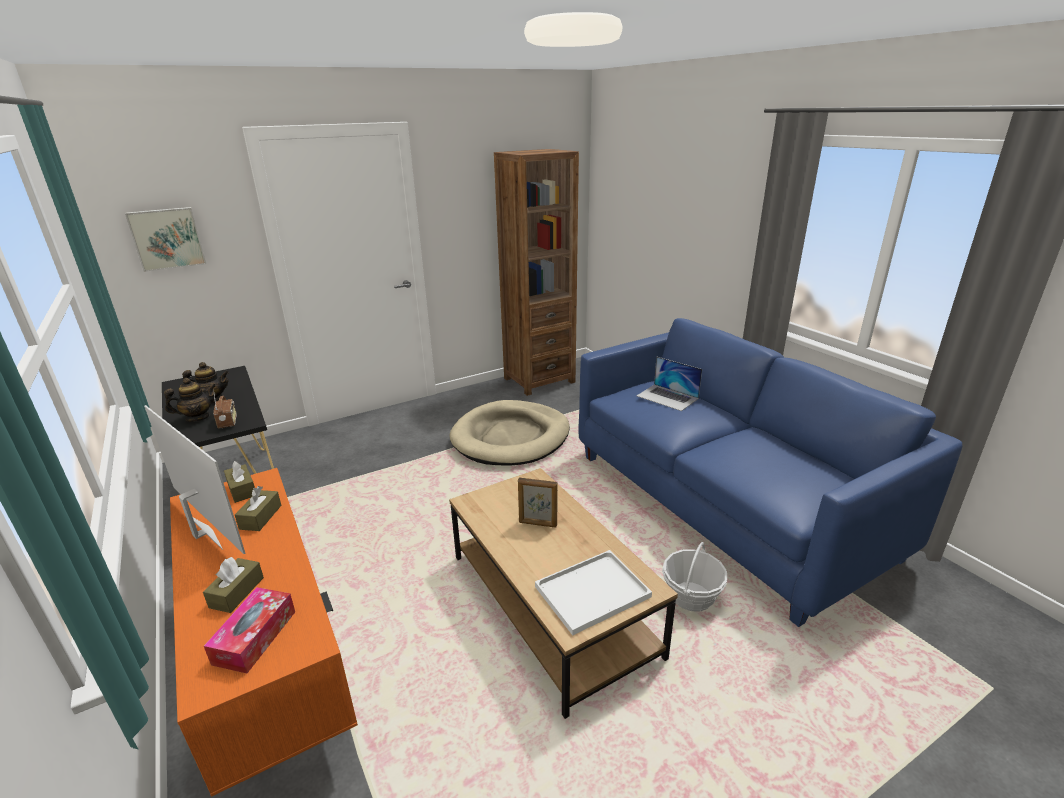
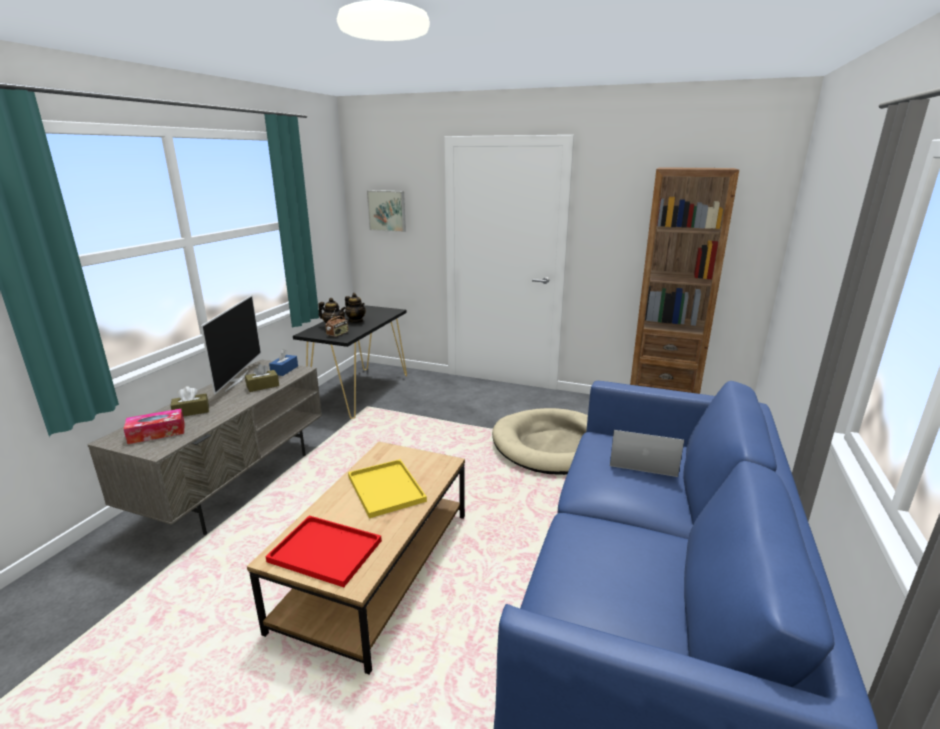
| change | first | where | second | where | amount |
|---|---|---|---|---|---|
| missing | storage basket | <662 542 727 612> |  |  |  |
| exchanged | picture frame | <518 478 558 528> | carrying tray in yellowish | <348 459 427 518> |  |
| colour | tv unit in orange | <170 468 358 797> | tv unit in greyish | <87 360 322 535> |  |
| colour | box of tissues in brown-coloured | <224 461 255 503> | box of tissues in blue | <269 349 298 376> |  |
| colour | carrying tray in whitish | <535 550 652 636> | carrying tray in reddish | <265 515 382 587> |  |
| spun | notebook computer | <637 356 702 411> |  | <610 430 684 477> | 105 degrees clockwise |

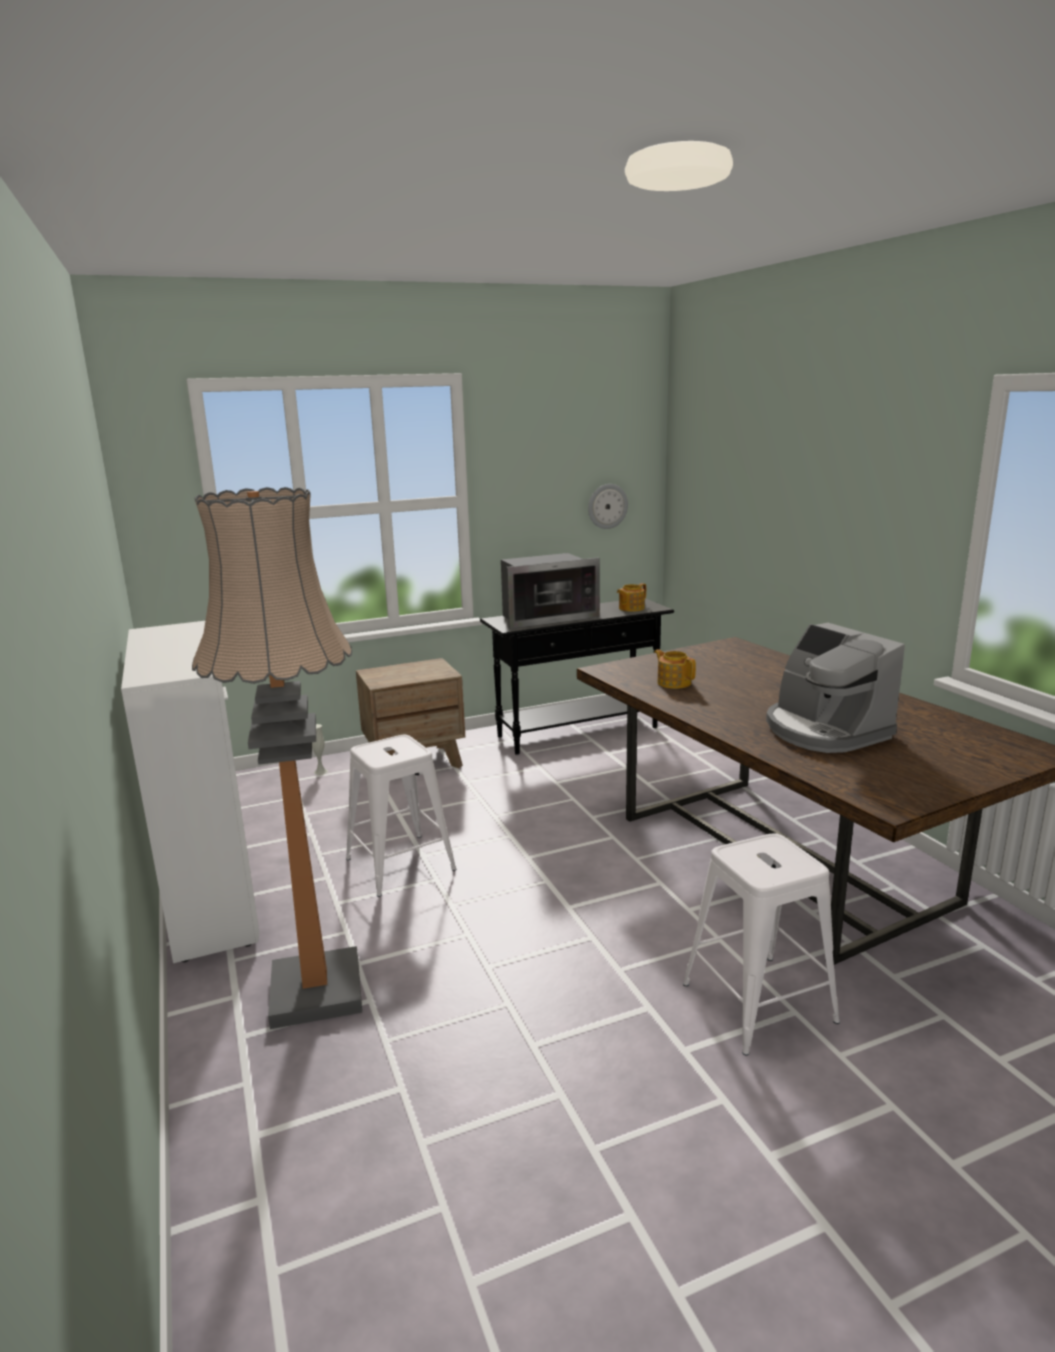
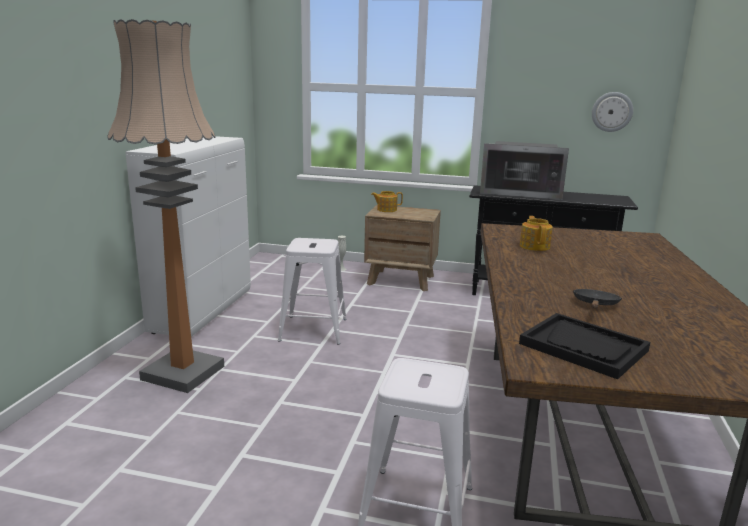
| change | first | where | second | where | amount |
|---|---|---|---|---|---|
| appeared |  |  | carrying tray in black | <519 313 650 379> |  |
| relocated | tea pot | <617 583 646 612> |  | <371 191 403 212> |  |
| exchanged | coffee machine | <766 623 905 753> | frying pan in black | <573 289 622 308> |  |

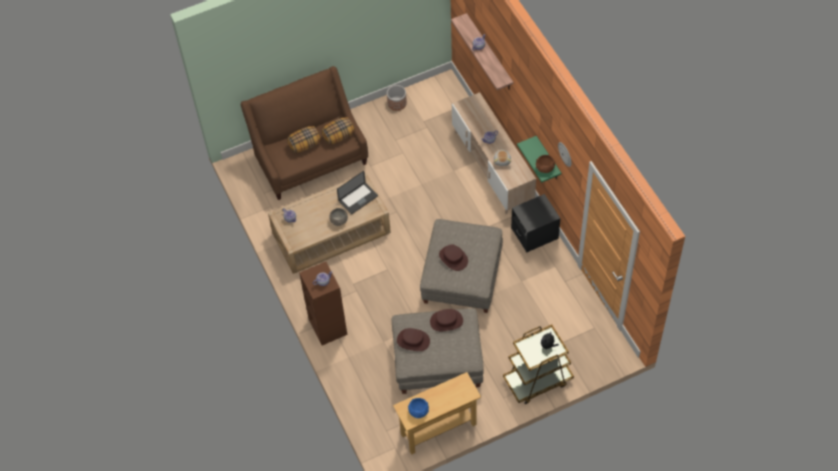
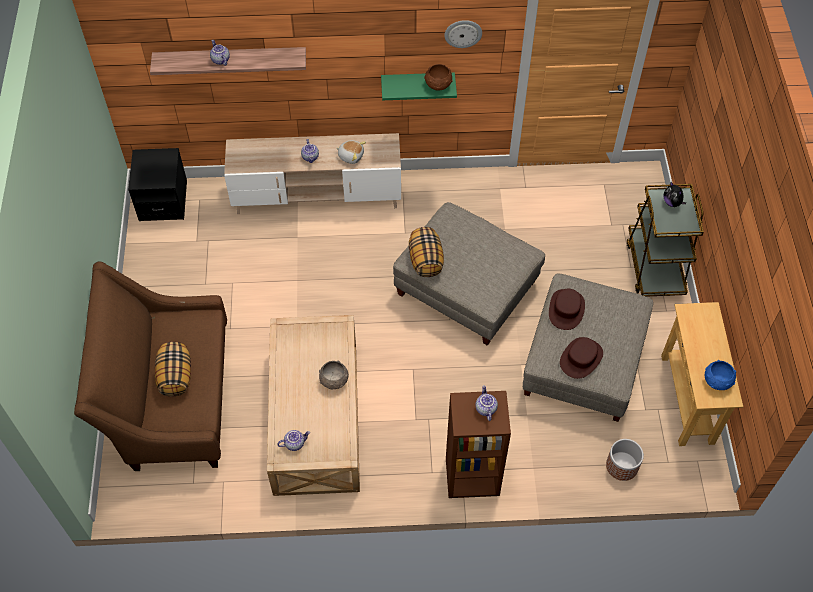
| change | first | where | second | where | amount |
|---|---|---|---|---|---|
| missing | notebook computer | <337 171 378 214> |  |  |  |
| missing | hat in brown-coloured | <439 244 468 271> |  |  |  |
| relocated | throw pillow | <321 117 355 144> |  | <409 227 444 277> |  |
| relocated | plant pot | <387 85 407 111> |  | <606 439 644 481> |  |
| relocated | night table in black | <511 194 561 253> |  | <128 148 187 221> |  |

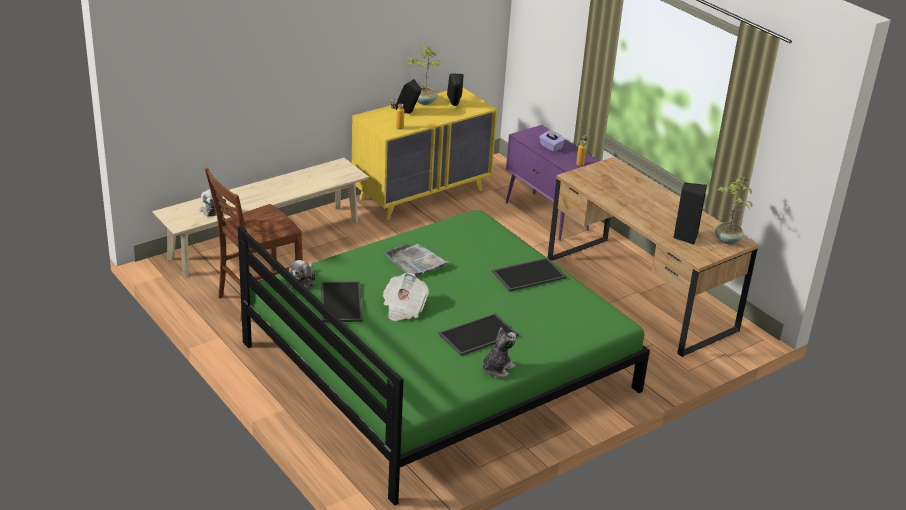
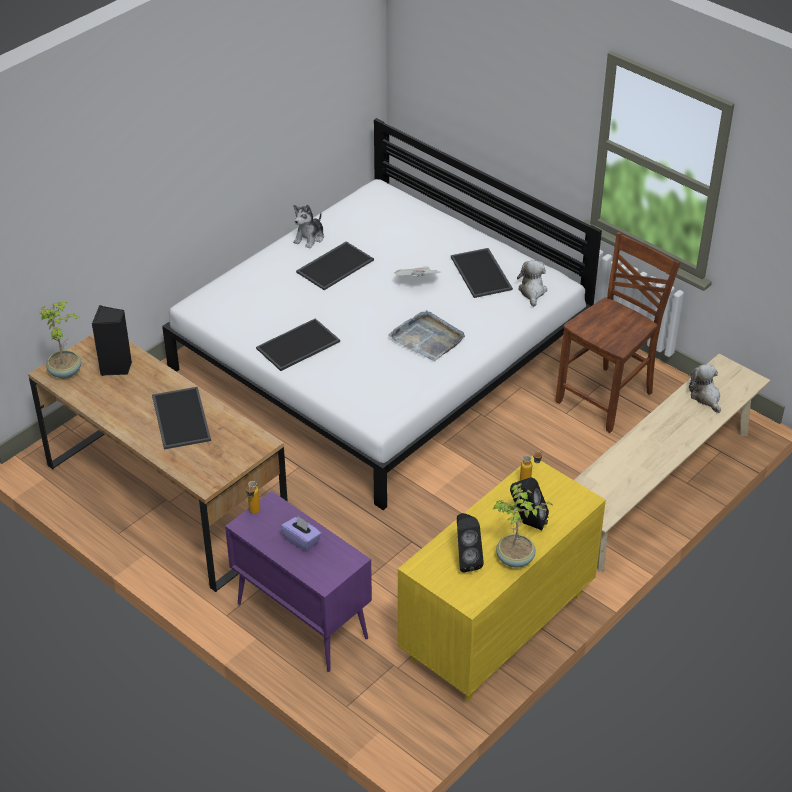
| change | first | where | second | where | amount |
|---|---|---|---|---|---|
| appeared |  |  | carrying tray | <152 387 211 450> |  |
| colour | bed in green | <238 210 650 506> | bed in whitish | <162 118 602 510> |  |

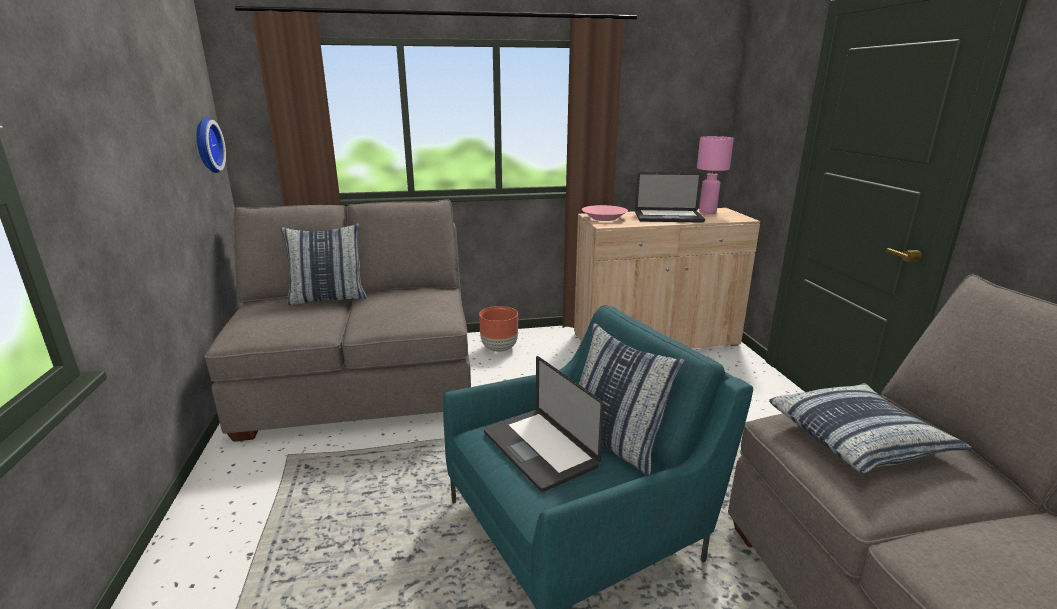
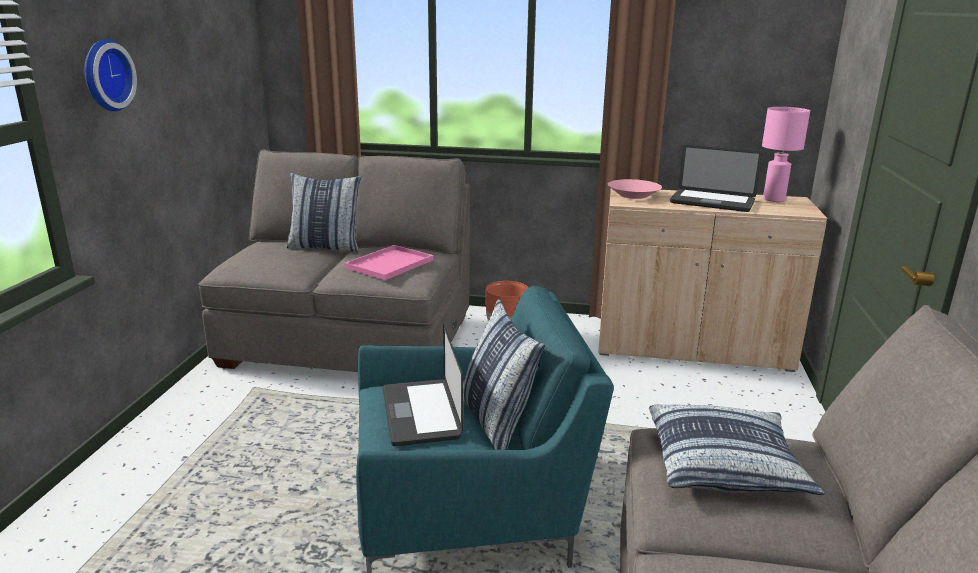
| change | first | where | second | where | amount |
|---|---|---|---|---|---|
| appeared |  |  | carrying tray in pink | <344 245 434 280> |  |
| relocated | wall clock | <197 117 226 173> |  | <84 39 137 111> |  |

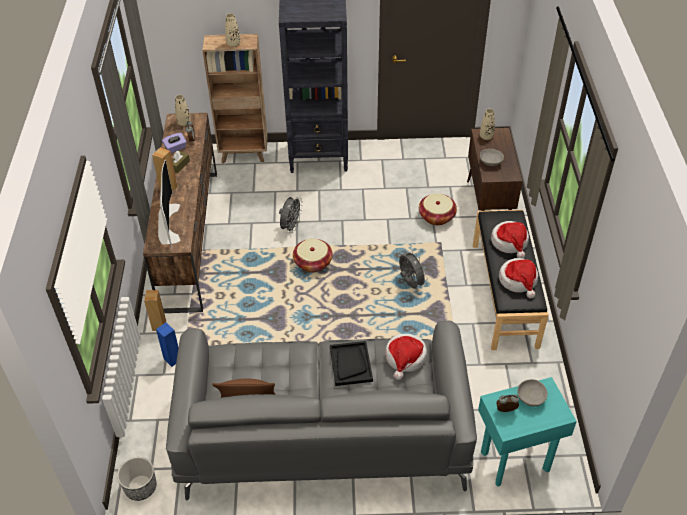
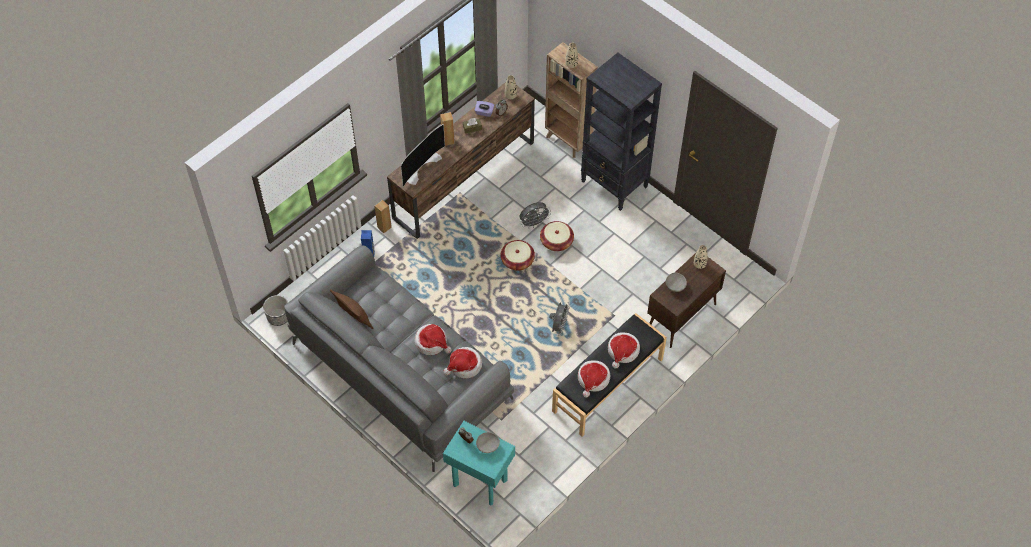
| change | first | where | second | where | amount |
|---|---|---|---|---|---|
| relocated | storage basket | <419 194 457 225> |  | <540 221 574 251> |  |
| exchanged | carrying tray in black | <330 341 373 386> | hat | <414 324 452 355> |  |

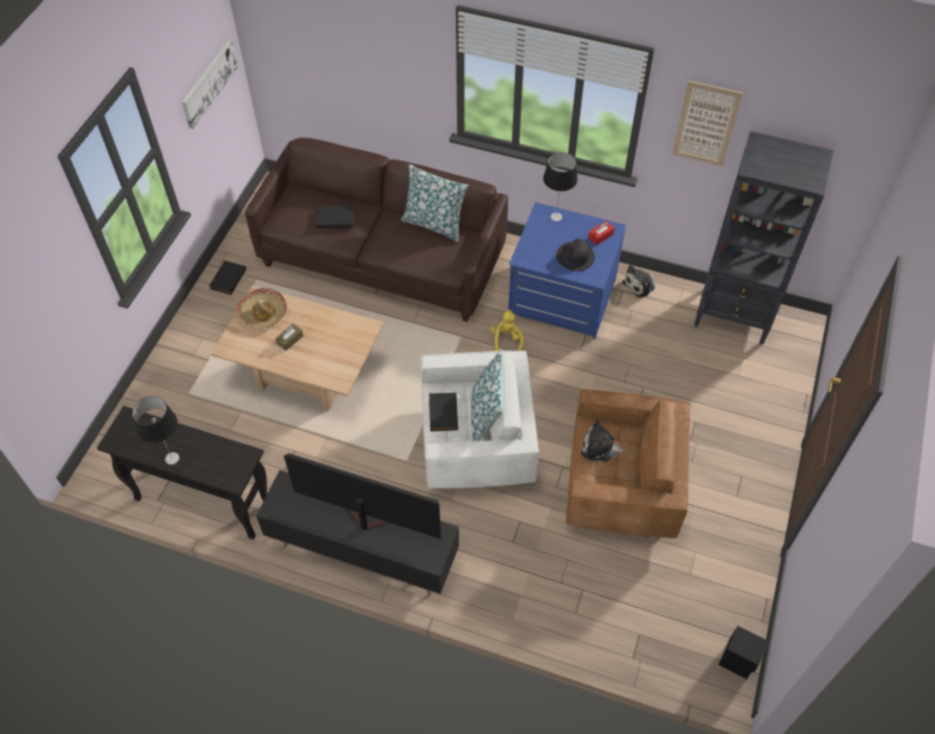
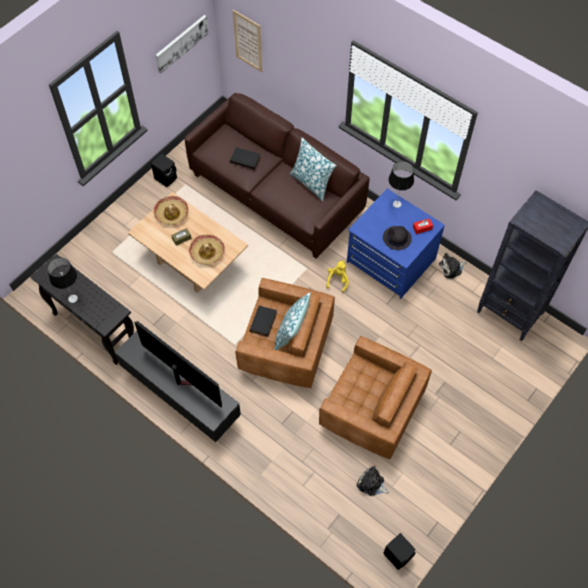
| change | first | where | second | where | amount |
|---|---|---|---|---|---|
| appeared |  |  | hat | <189 235 225 265> |  |
| relocated | plush toy | <581 419 626 462> |  | <357 466 389 496> |  |
| relocated | wall art | <672 81 743 166> |  | <233 10 262 72> |  |
| exchanged | bound book in black | <209 261 246 295> | audio speaker in black | <151 153 177 187> |  |
| colour | armchair in whitish | <421 351 539 488> | armchair in brown-coloured | <235 278 335 388> |  |

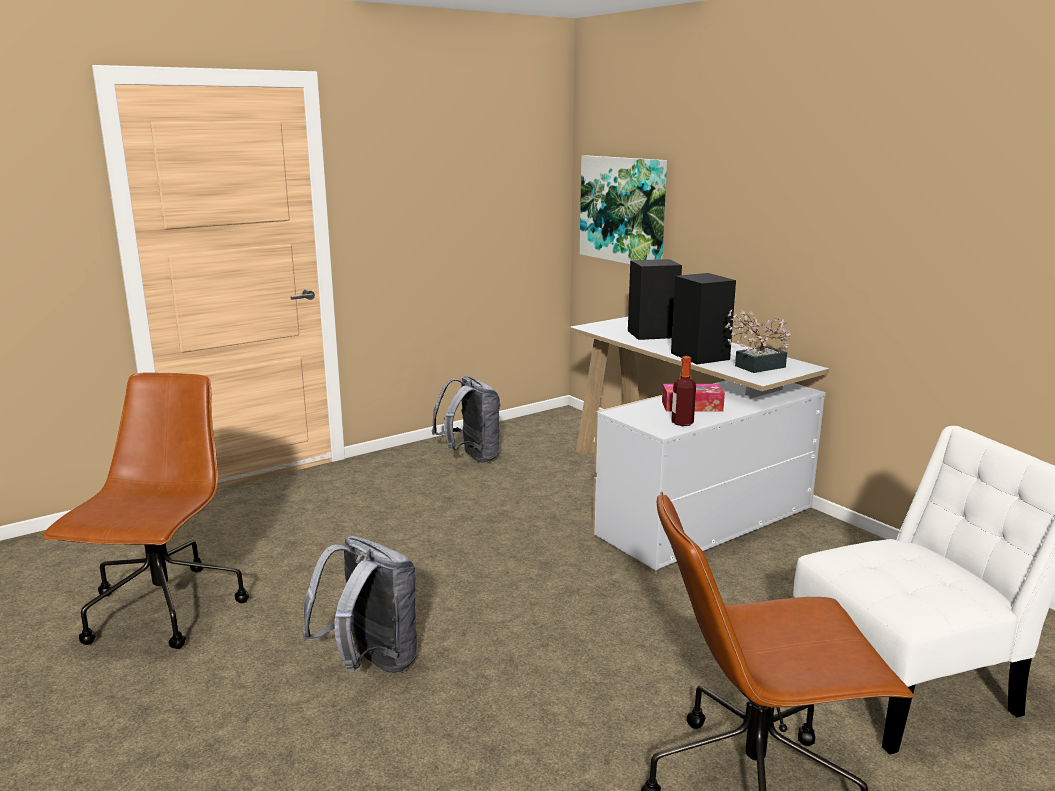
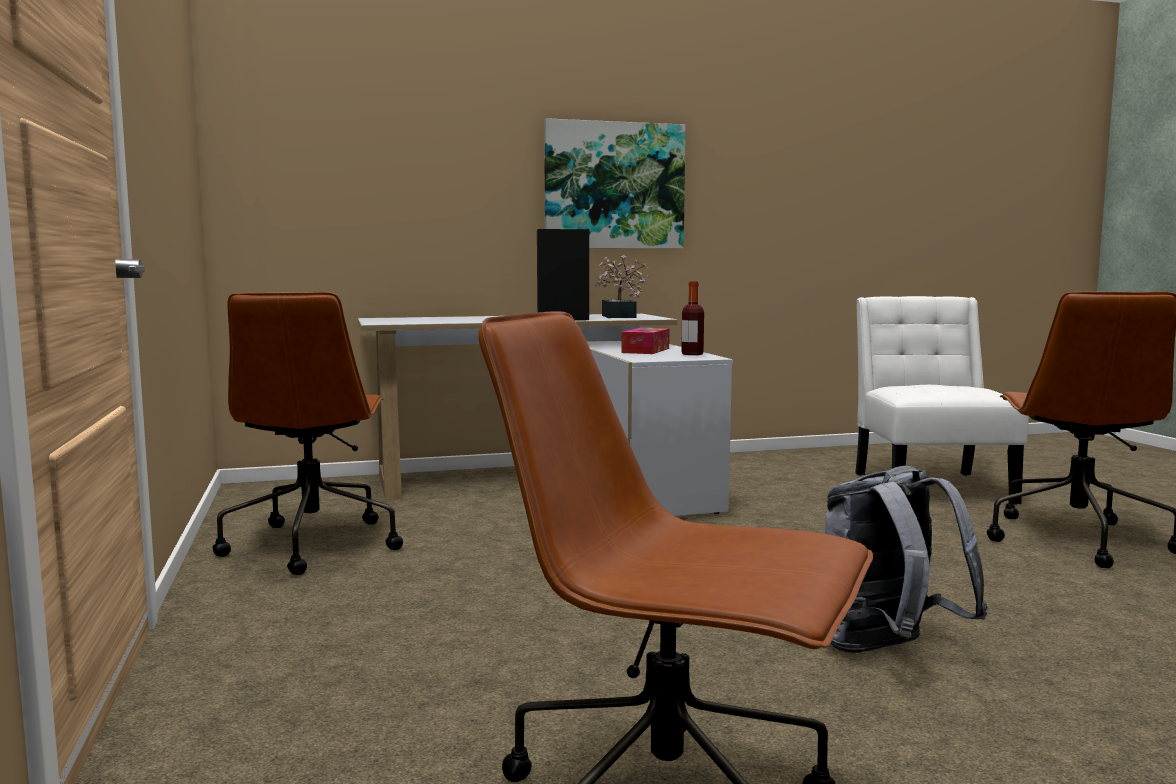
| change | first | where | second | where | amount |
|---|---|---|---|---|---|
| missing | audio speaker in black | <628 259 682 340> |  |  |  |
| relocated | wall art | <580 155 667 264> |  | <544 118 685 249> |  |
| exchanged | rucksack in greyish | <432 376 501 463> | office chair in brown-coloured | <212 292 403 575> |  |

